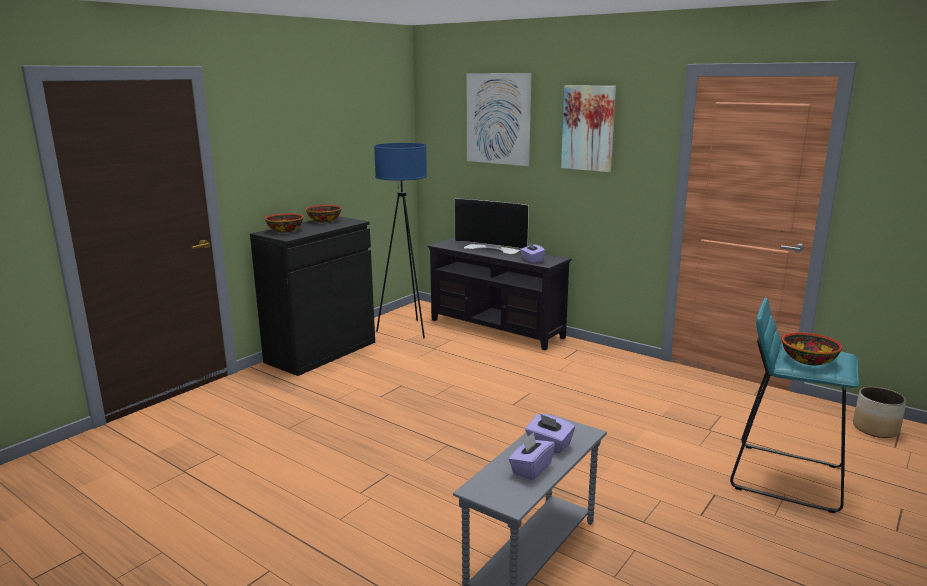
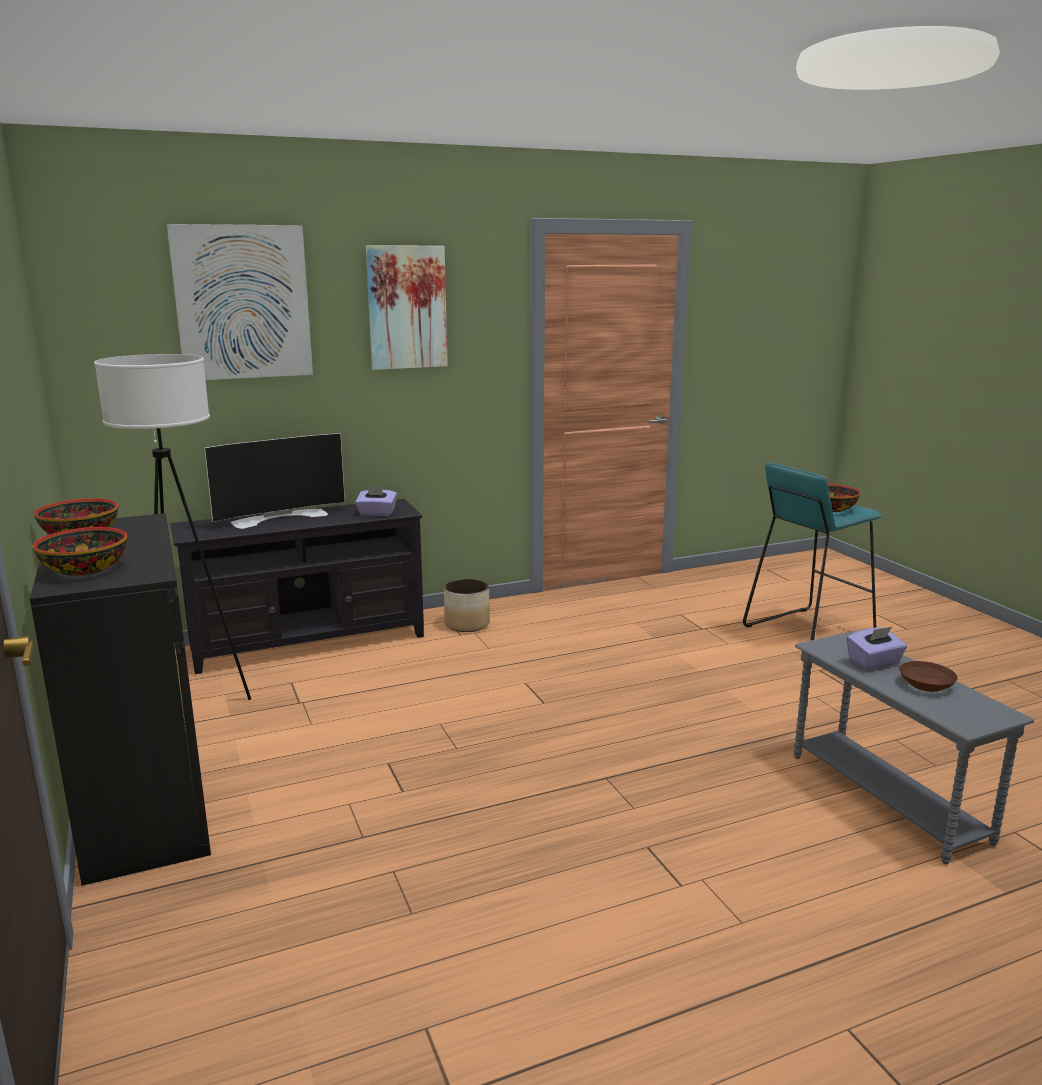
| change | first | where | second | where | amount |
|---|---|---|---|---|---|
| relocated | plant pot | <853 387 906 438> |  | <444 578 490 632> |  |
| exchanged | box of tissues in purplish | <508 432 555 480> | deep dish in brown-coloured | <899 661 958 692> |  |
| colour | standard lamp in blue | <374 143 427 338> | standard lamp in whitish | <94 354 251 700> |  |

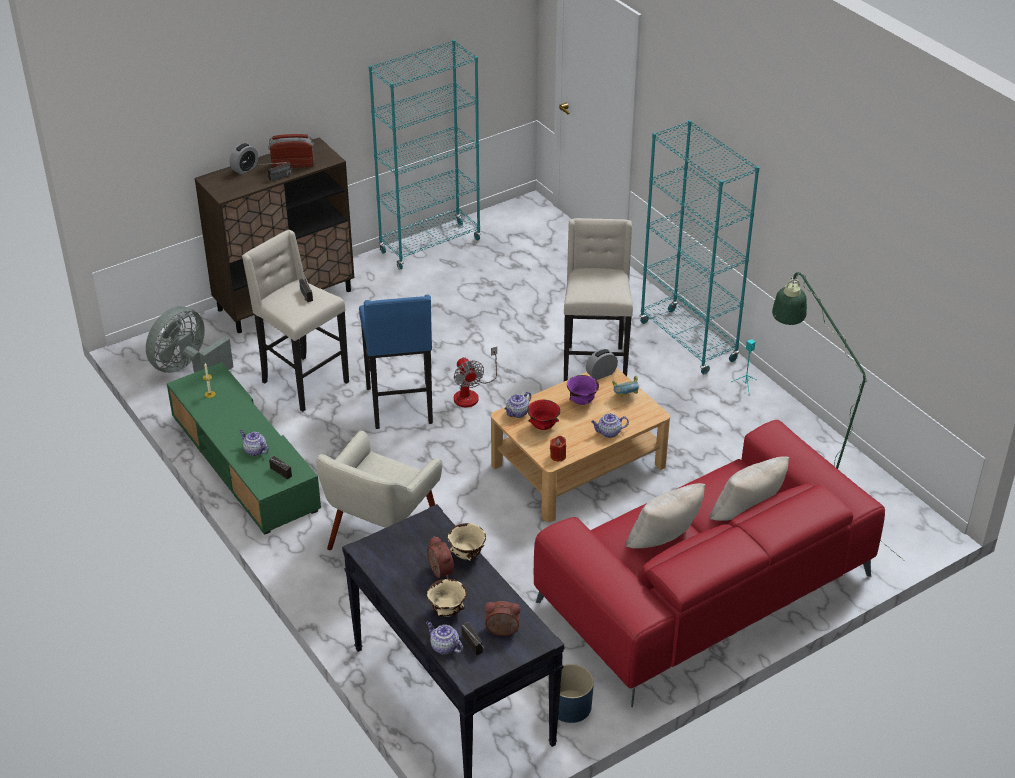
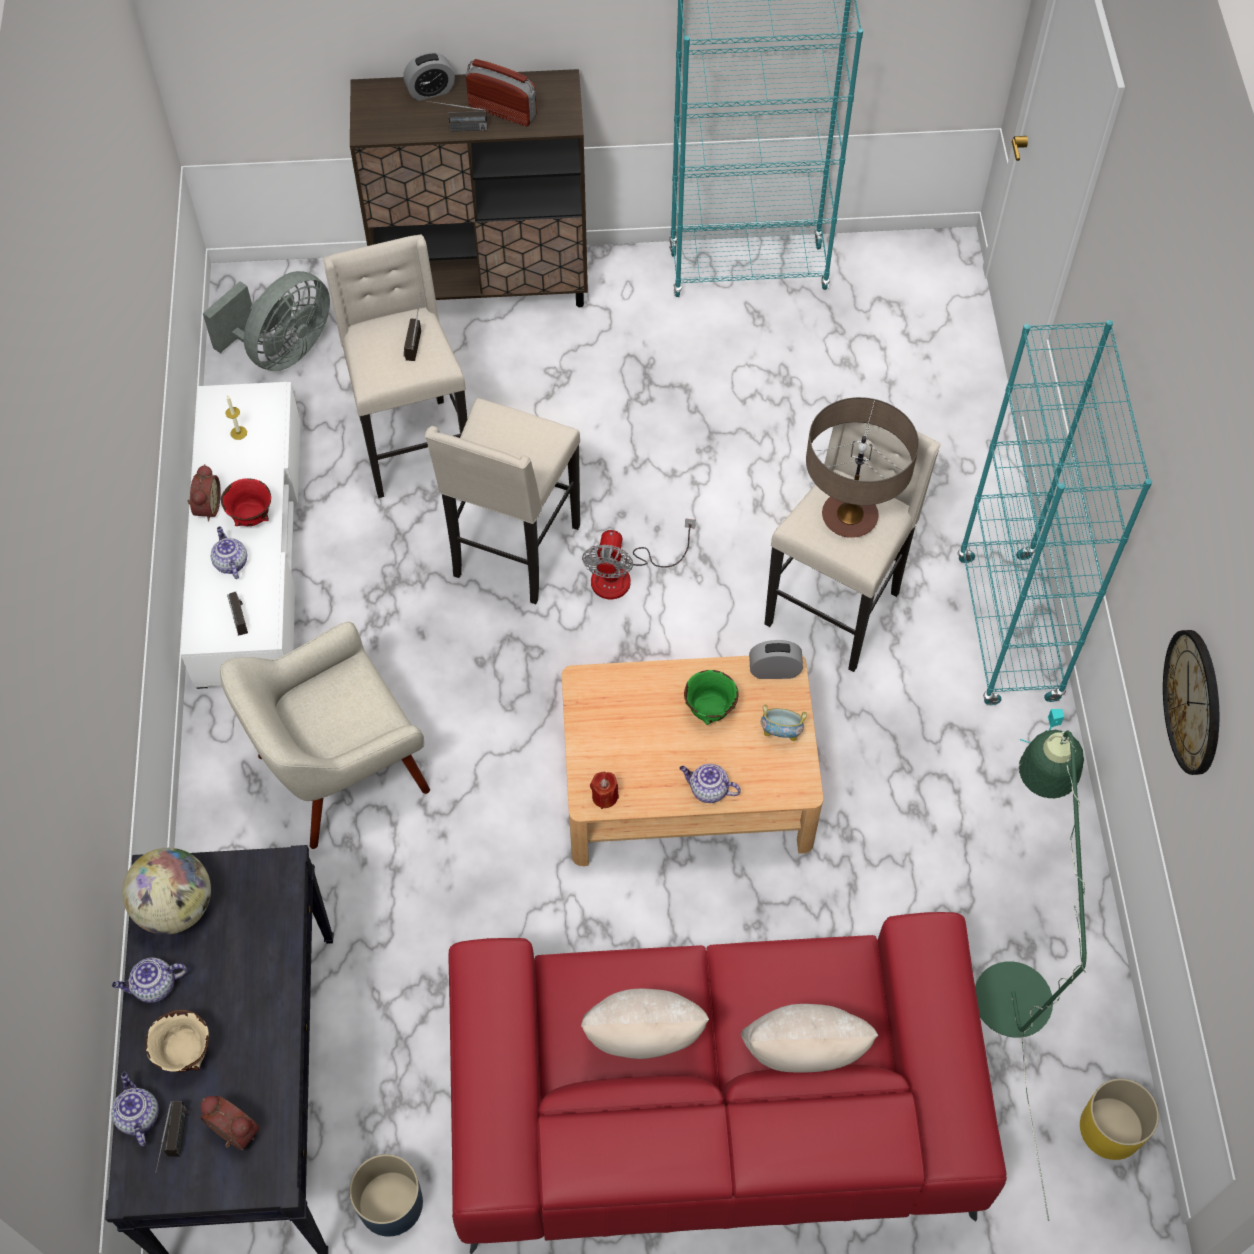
| change | first | where | second | where | amount |
|---|---|---|---|---|---|
| missing | deep dish in sand-coloured | <448 523 486 561> |  |  |  |
| appeared |  |  | desk globe | <122 848 211 935> |  |
| appeared |  |  | table lamp | <806 397 919 538> |  |
| appeared |  |  | plant pot in yellowish | <1080 1078 1159 1160> |  |
| appeared |  |  | wall clock | <1163 630 1219 775> |  |
| relocated | alarm clock | <427 536 454 579> |  | <187 464 221 521> |  |
| relocated | tea pot | <504 392 531 418> |  | <112 957 187 1003> |  |
| relocated | deep dish in reddish | <527 399 560 430> |  | <221 478 271 526> |  |
| colour | tv unit in green | <167 363 321 535> | tv unit in whitish | <181 382 300 689> |  |
| colour | stool in blue | <359 295 433 429> | stool in sand-coloured | <425 398 580 604> |  |
| colour | deep dish in purplish | <567 375 599 405> | deep dish in green | <684 670 739 725> |  |
| spun | cooling fan in greyish | <146 306 234 373> |  | <203 271 330 371> | 150 degrees clockwise |

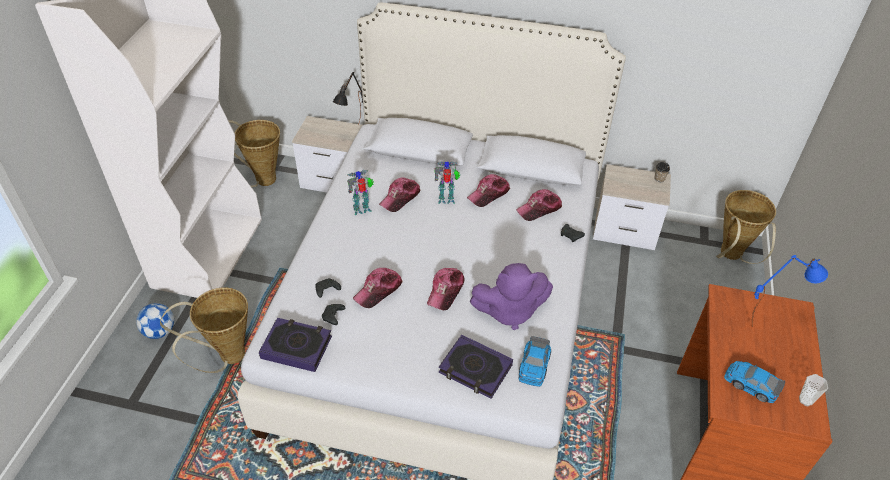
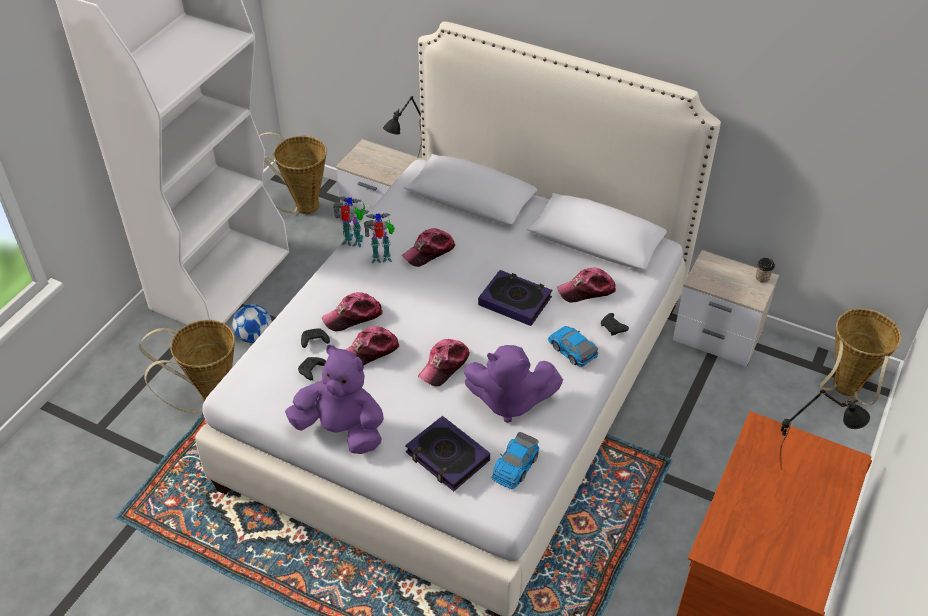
| change | first | where | second | where | amount |
|---|---|---|---|---|---|
| missing | drinking cup | <799 374 828 406> |  |  |  |
| appeared |  |  | plush toy in purplish | <285 345 384 454> |  |
| relocated | ball for football | <136 303 174 339> |  | <232 304 272 343> |  |
| relocated | bound book | <259 318 332 372> |  | <478 270 552 326> |  |
| relocated | robot figure | <434 162 460 204> |  | <333 196 365 248> |  |
| relocated | baseball cap | <467 174 510 207> |  | <322 292 383 331> |  |
| relocated | model car | <724 361 785 403> |  | <548 326 598 367> |  |
| colour | table lamp in blue | <752 255 828 326> | table lamp in black | <780 389 870 468> |  |

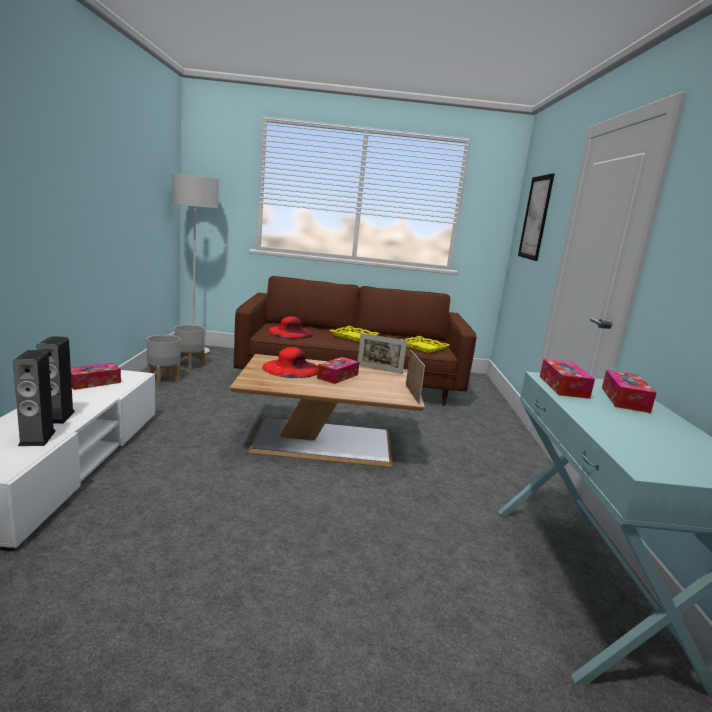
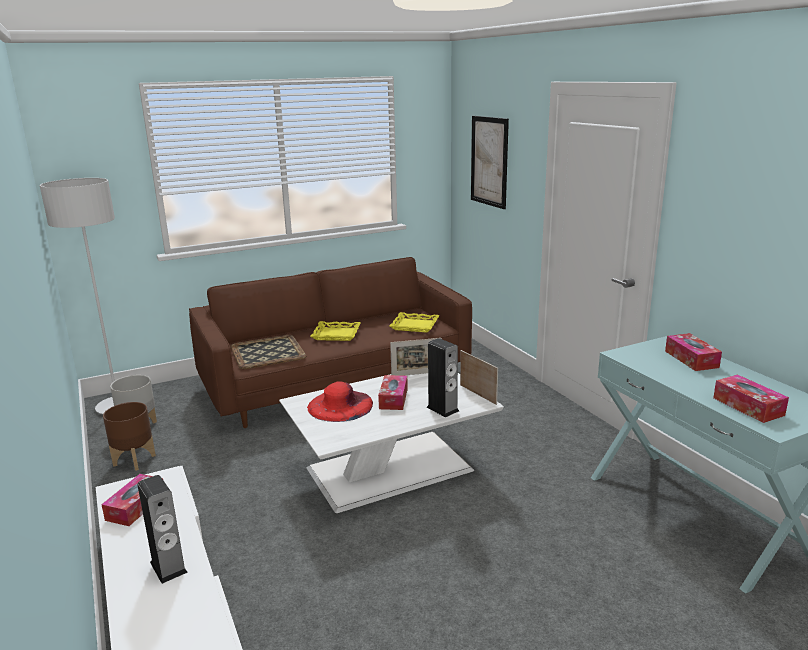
| change | first | where | second | where | amount |
|---|---|---|---|---|---|
| relocated | audio speaker | <13 350 56 446> |  | <427 338 459 417> |  |
| relocated | box of tissues | <540 359 595 399> |  | <713 375 789 423> |  |
| exchanged | hat in reddish | <268 316 313 339> | carrying tray | <230 335 306 369> |  |
| colour | plant pot in greyish | <147 335 181 385> | plant pot in brown-coloured | <103 402 156 471> |  |
| colour | lounge table in brown-coloured | <229 354 425 467> | lounge table in whitish | <279 373 504 513> |  |

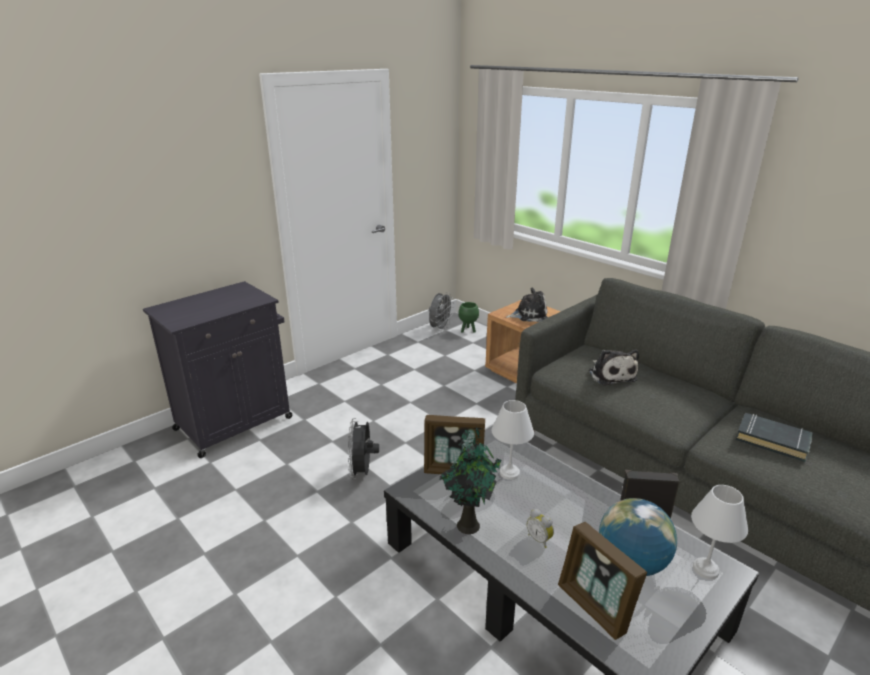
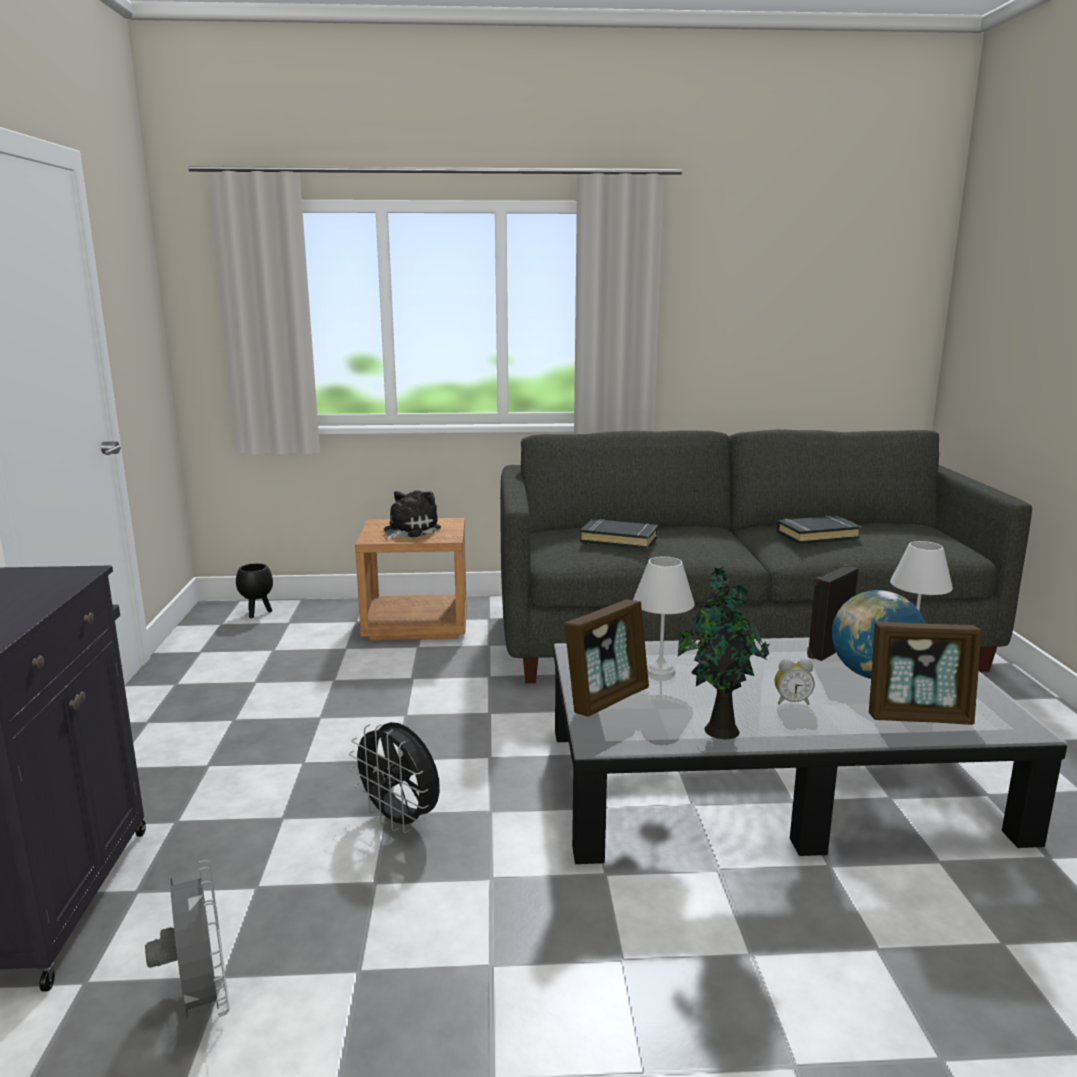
| change | first | where | second | where | amount |
|---|---|---|---|---|---|
| relocated | cooling fan in greyish | <429 292 454 331> |  | <145 860 229 1019> |  |
| exchanged | plush toy | <589 349 639 386> | bound book in black | <580 519 658 549> |  |
| colour | plant pot in green | <459 302 479 333> | plant pot in black | <236 563 273 618> |  |

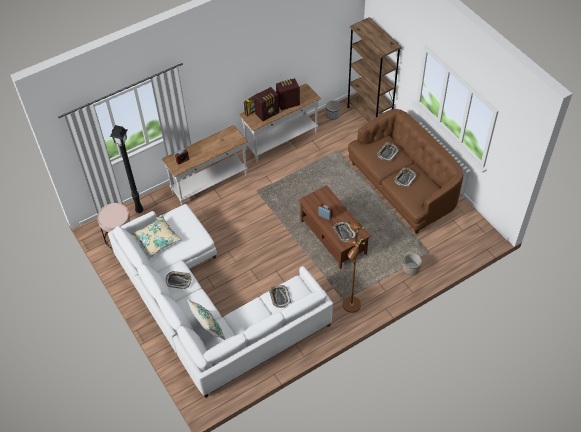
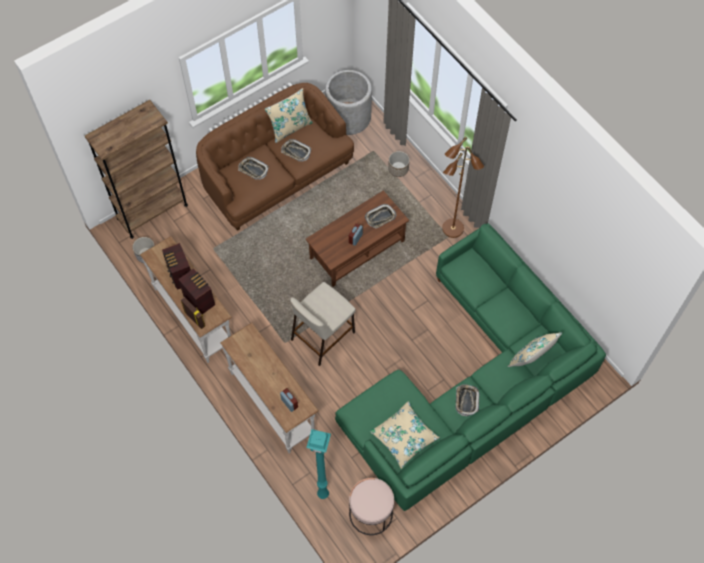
| change | first | where | second | where | amount |
|---|---|---|---|---|---|
| missing | carrying tray | <269 285 291 308> |  |  |  |
| appeared |  |  | throw pillow in sand-coloured | <265 88 313 143> |  |
| appeared |  |  | stool in sand-coloured | <290 282 356 366> |  |
| appeared |  |  | plant pot in greyish | <325 70 372 135> |  |
| colour | settee in whitish | <108 204 333 398> | settee in green | <335 223 606 511> |  |
| colour | standard lamp in black | <110 125 143 213> | standard lamp in turquoise-coloured | <306 429 331 499> |  |

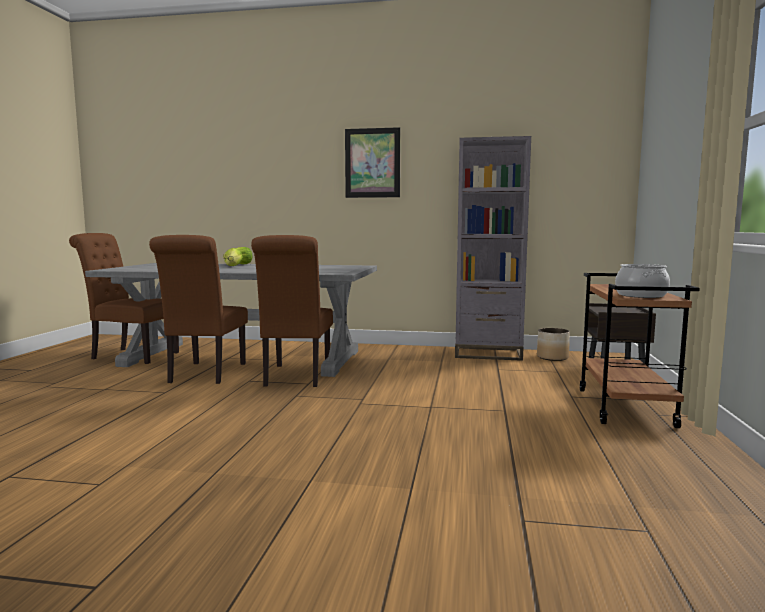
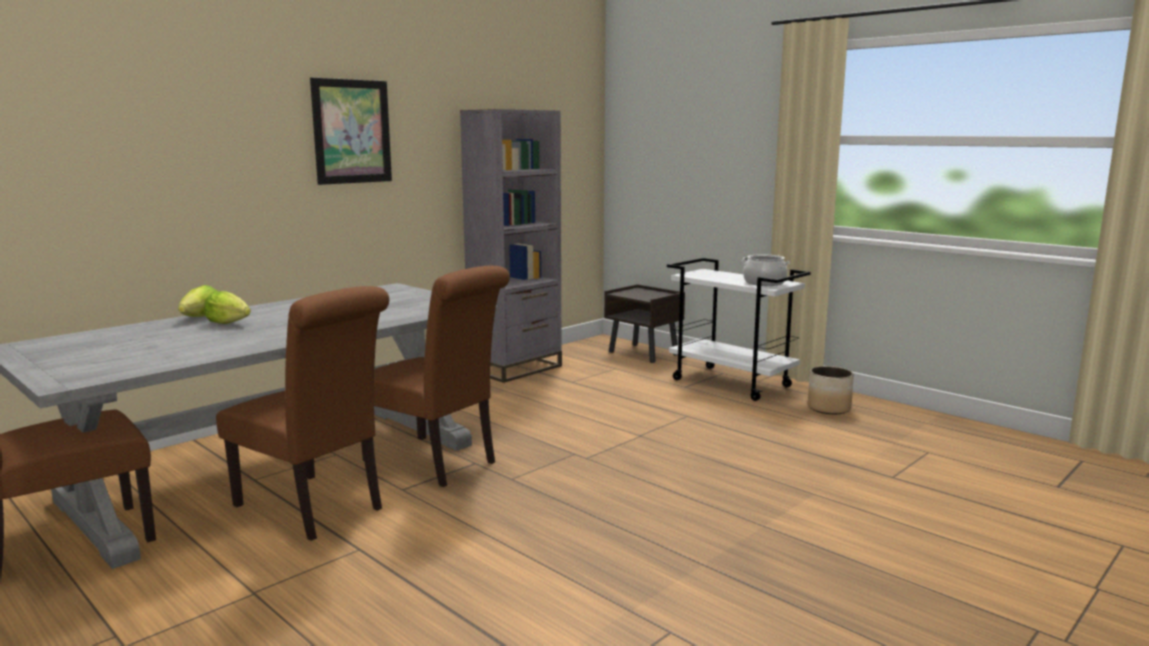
| change | first | where | second | where | amount |
|---|---|---|---|---|---|
| relocated | plant pot | <537 328 570 361> |  | <808 366 854 414> |  |
| colour | trolley in brown-coloured | <580 273 700 428> | trolley in whitish | <667 258 811 401> |  |

